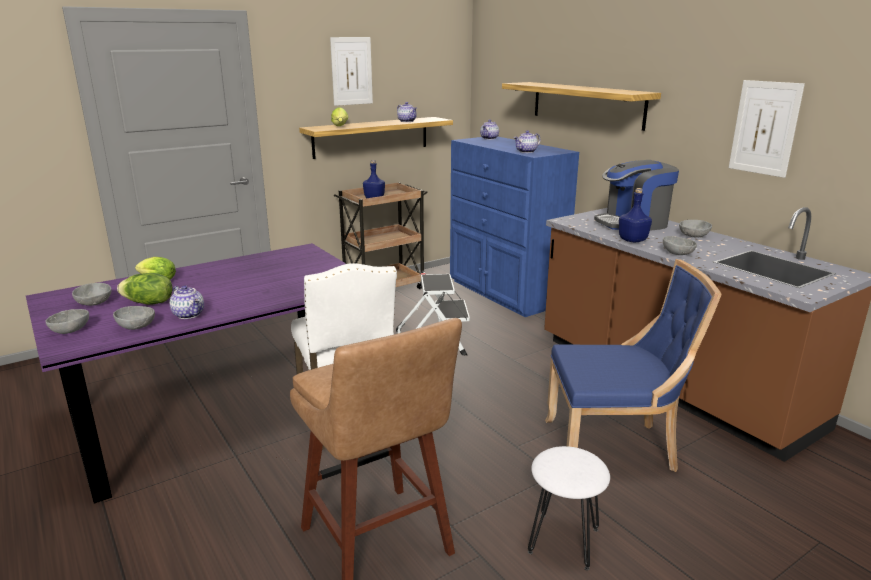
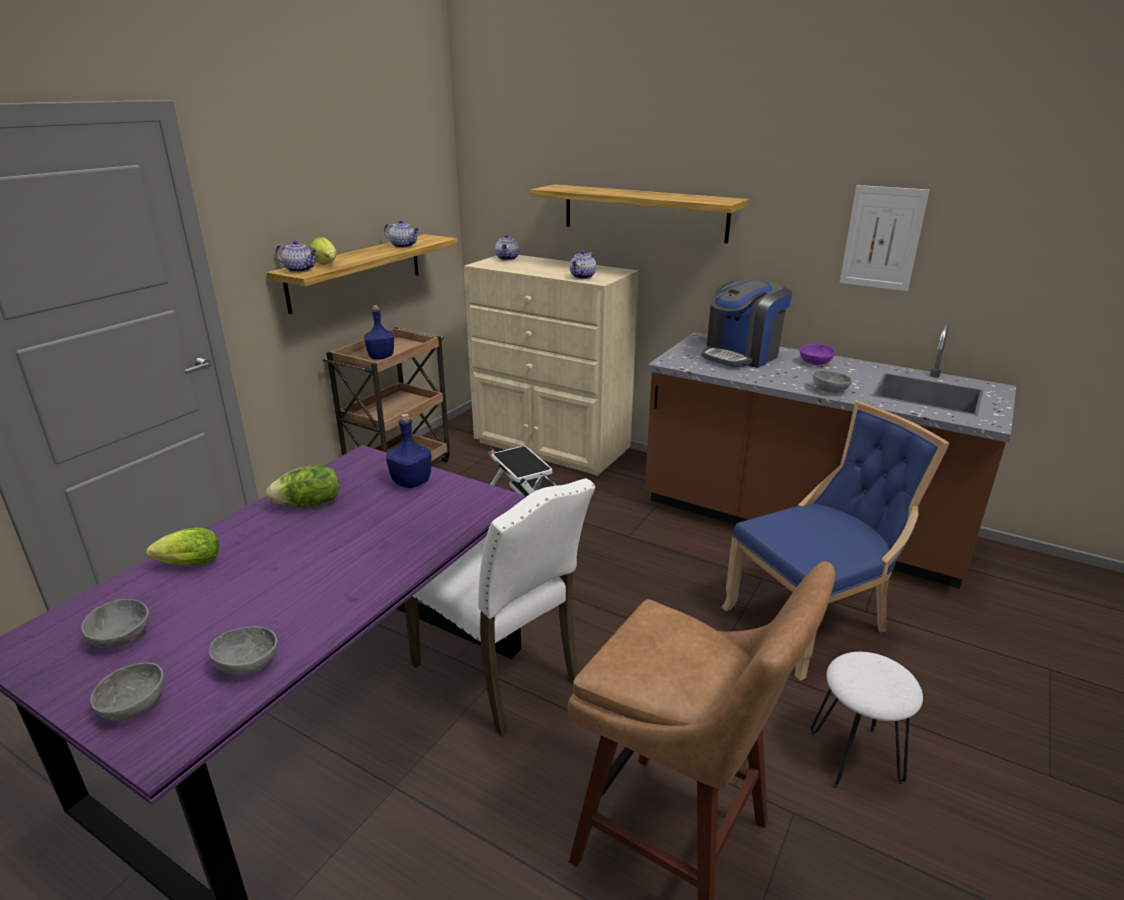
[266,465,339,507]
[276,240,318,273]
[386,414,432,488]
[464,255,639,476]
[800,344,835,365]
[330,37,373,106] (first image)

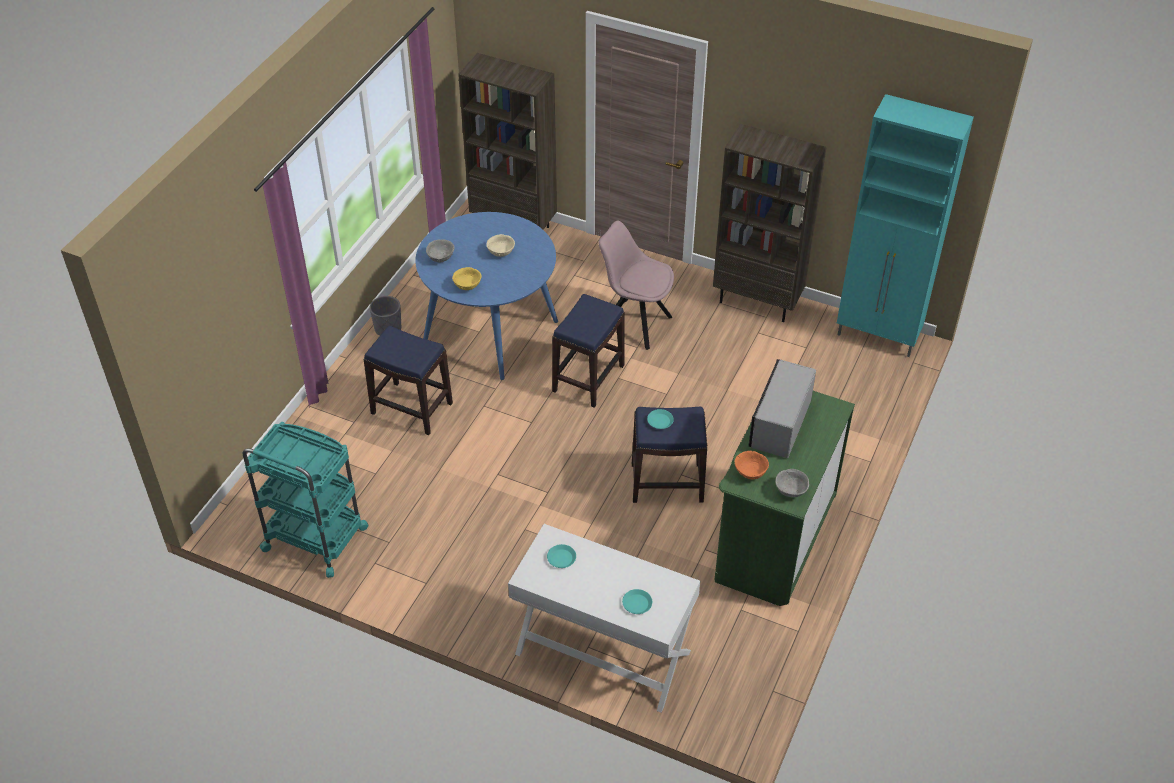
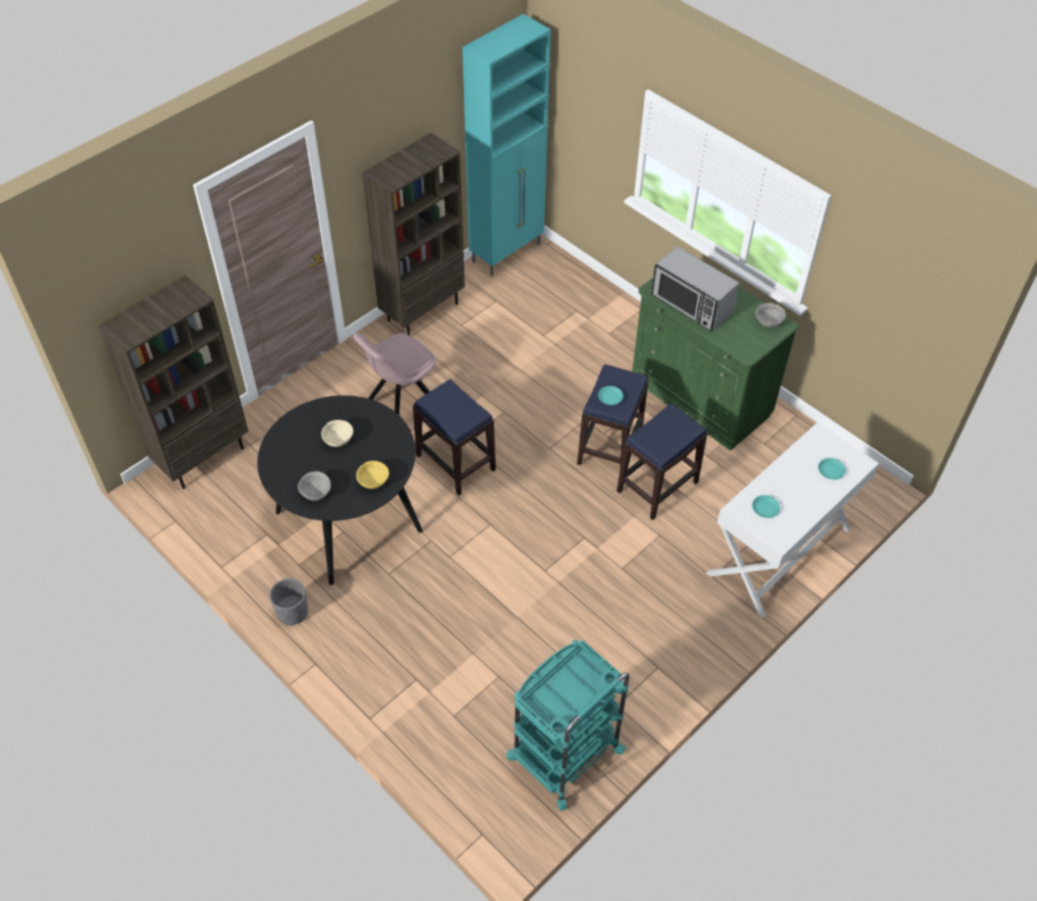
[257,395,423,585]
[617,404,707,520]
[734,451,769,480] (first image)

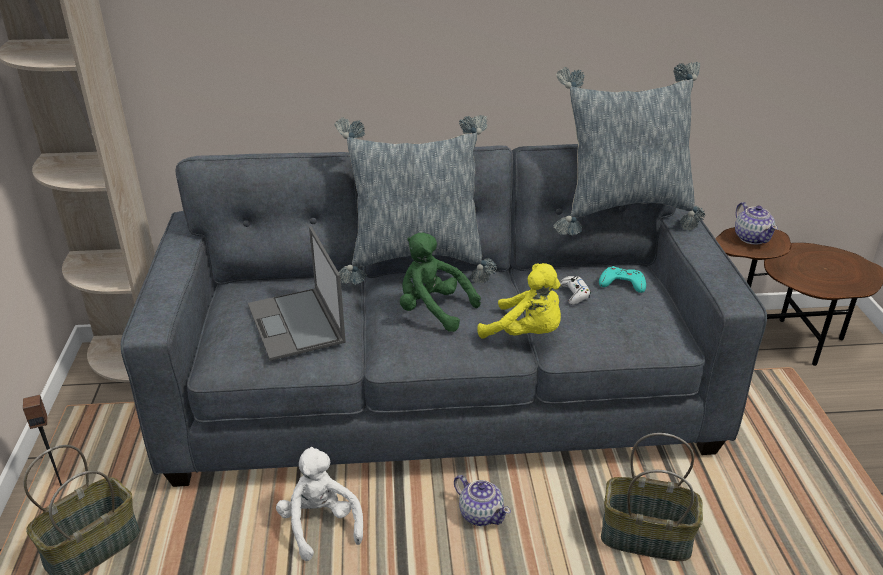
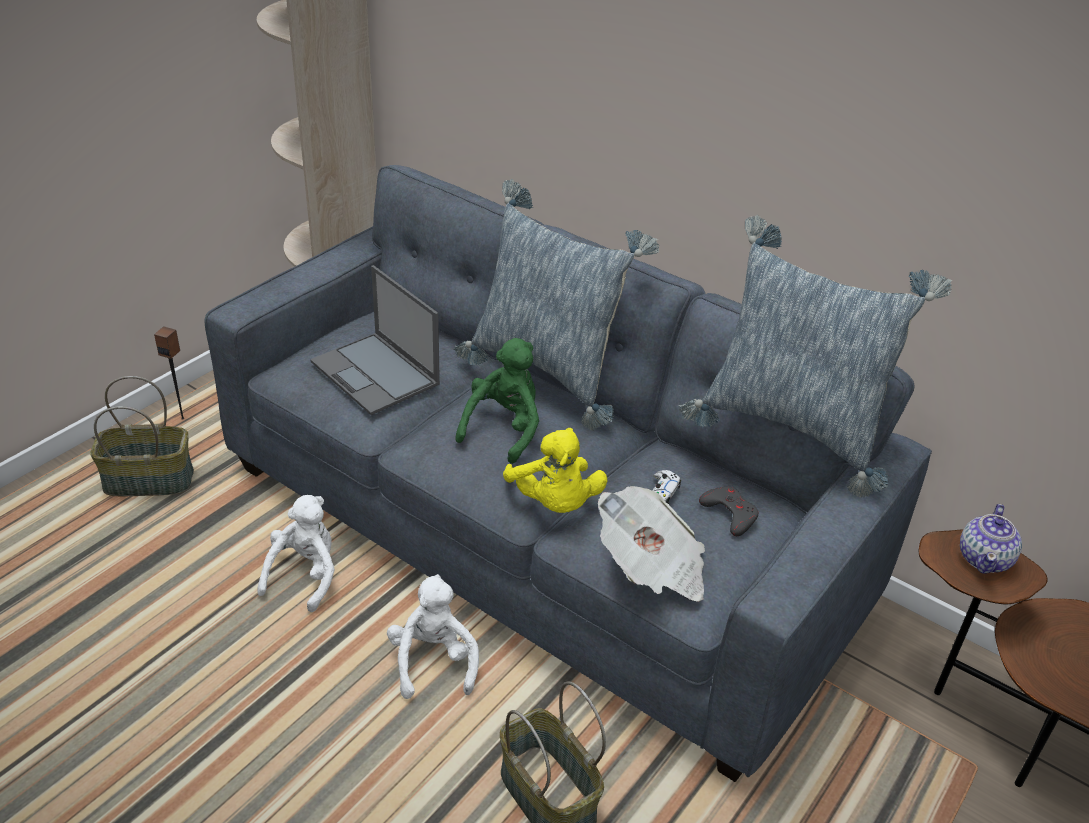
[310,265,440,415]
[387,574,479,699]
[455,338,539,464]
[598,486,705,602]
[699,487,759,536]

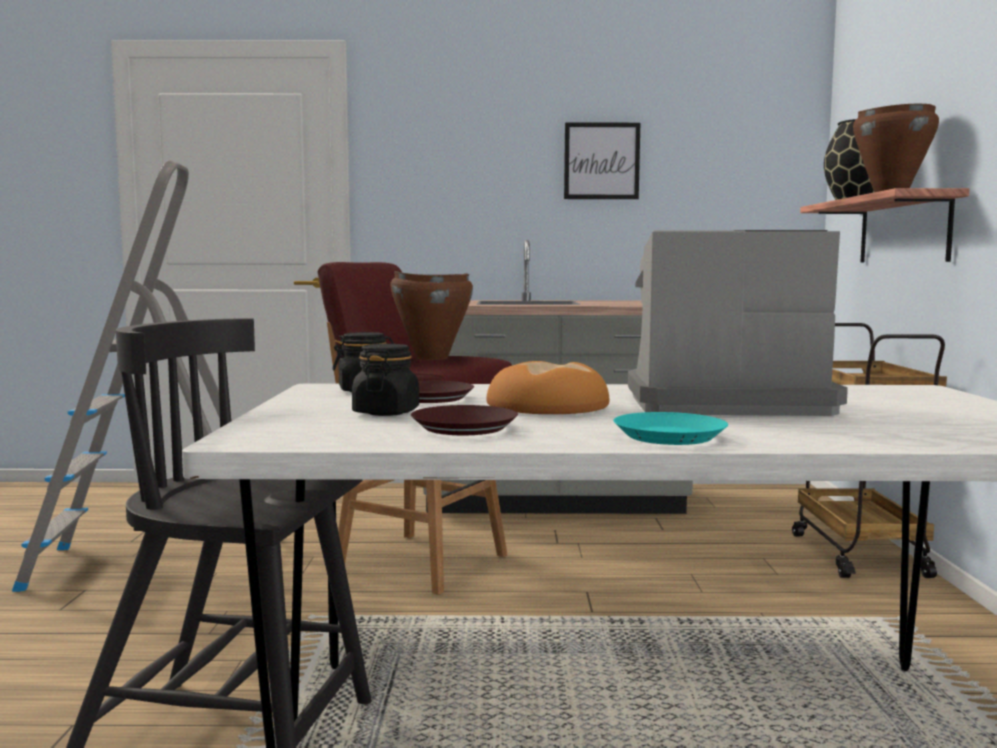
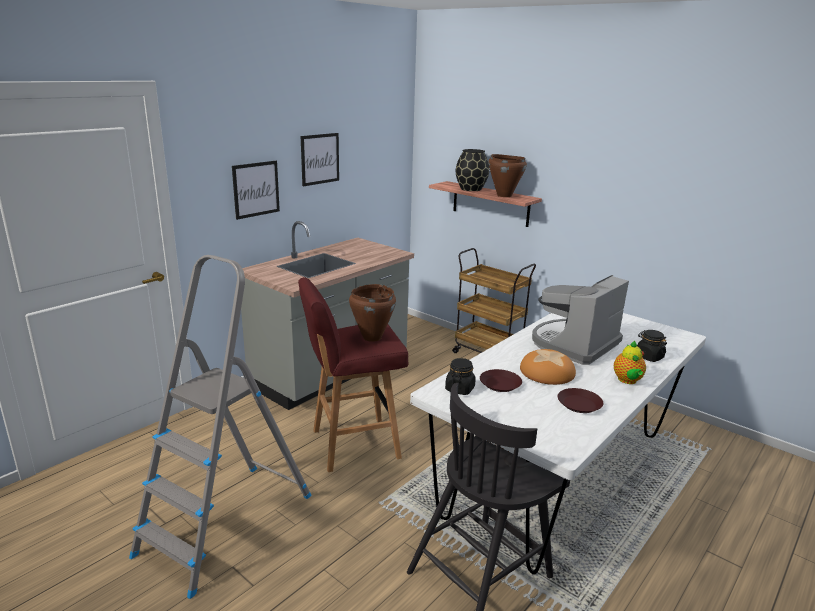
[232,161,280,220]
[614,341,646,384]
[637,330,667,362]

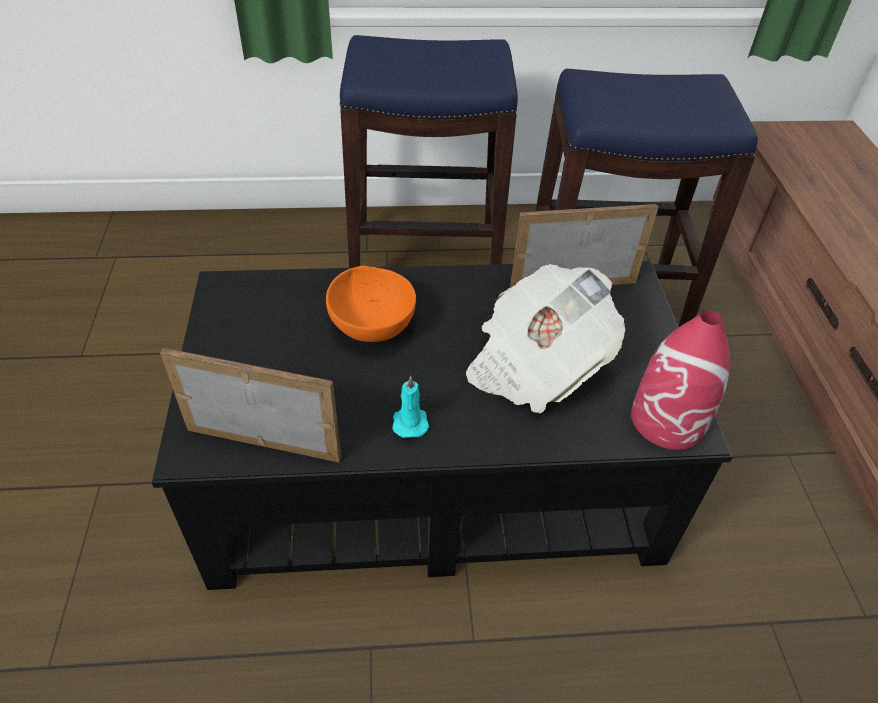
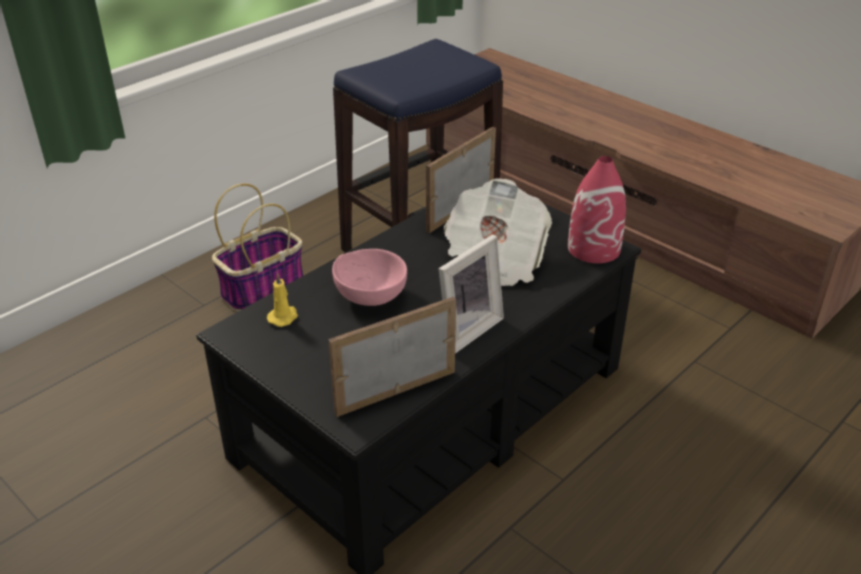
[212,183,303,312]
[267,273,298,327]
[332,249,407,306]
[439,234,504,353]

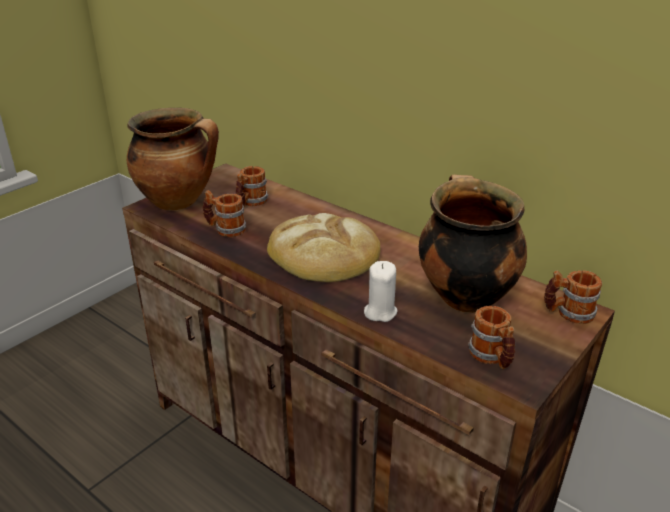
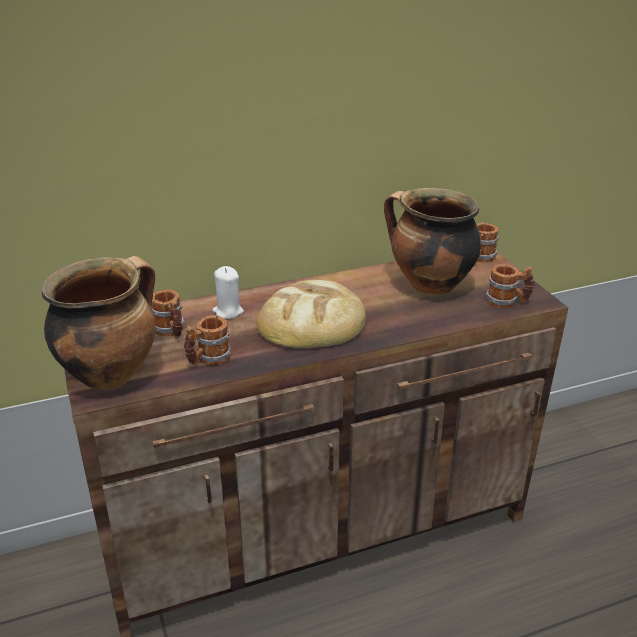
[212,266,244,319]

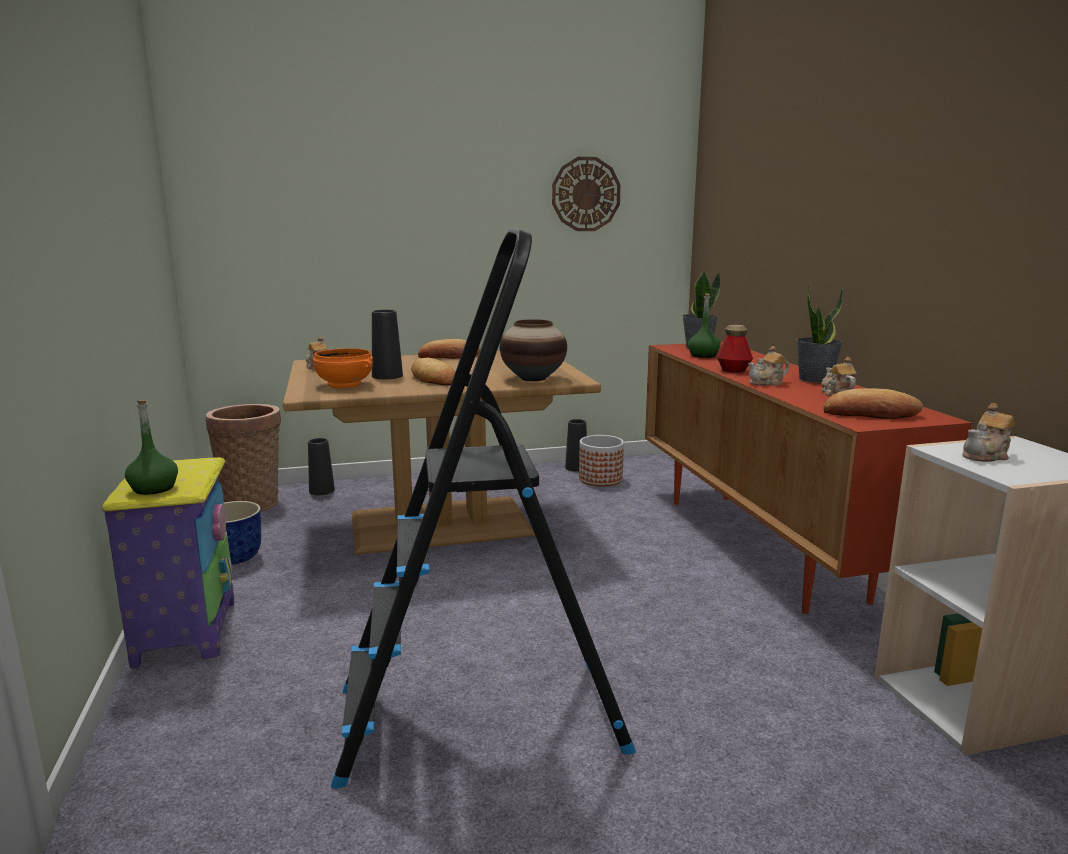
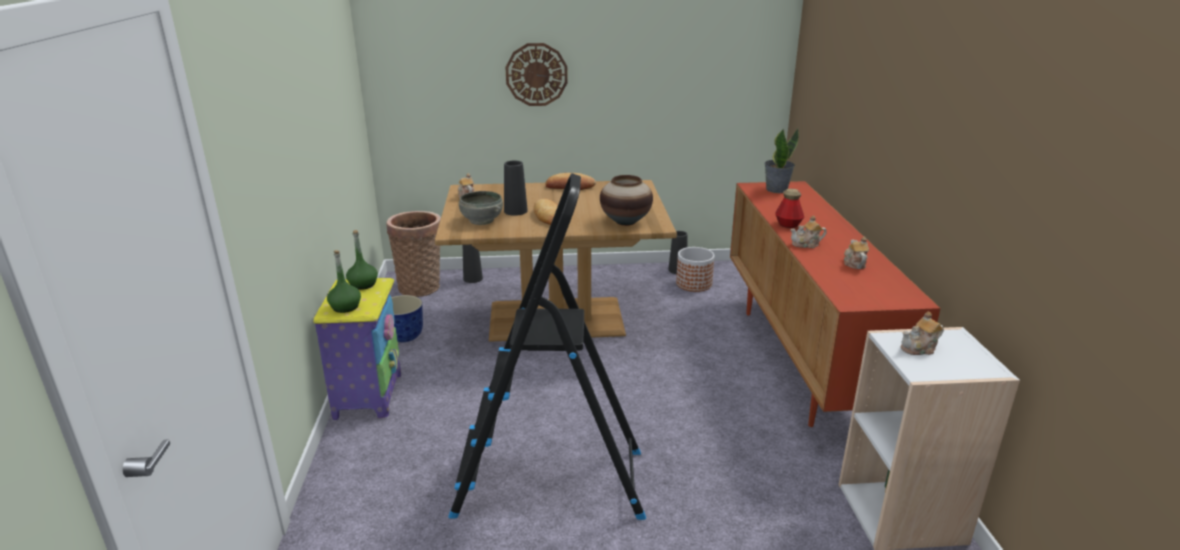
[346,230,378,290]
[459,191,503,225]
[505,43,568,106]
[797,283,844,383] (first image)
[824,388,923,419] (first image)

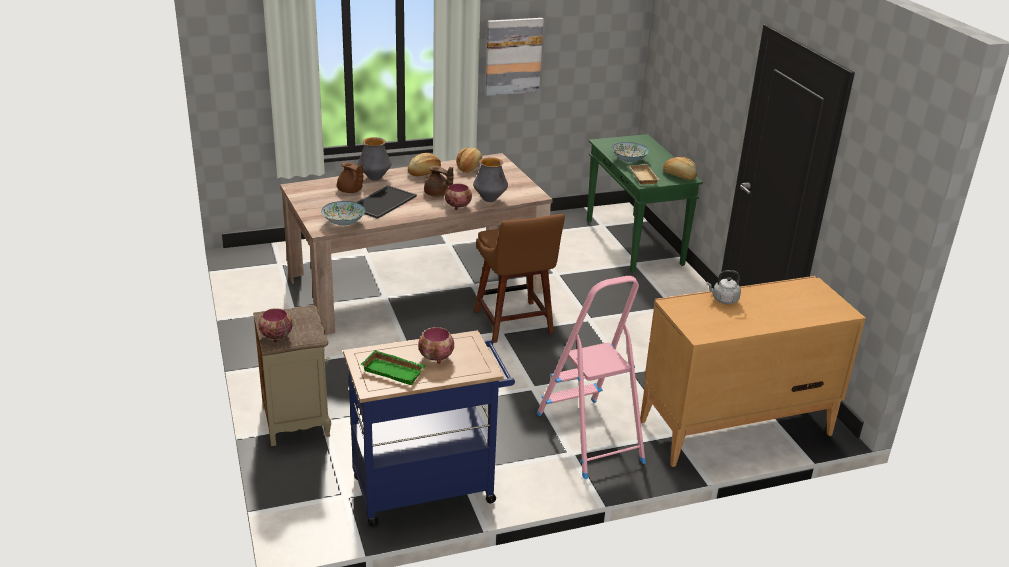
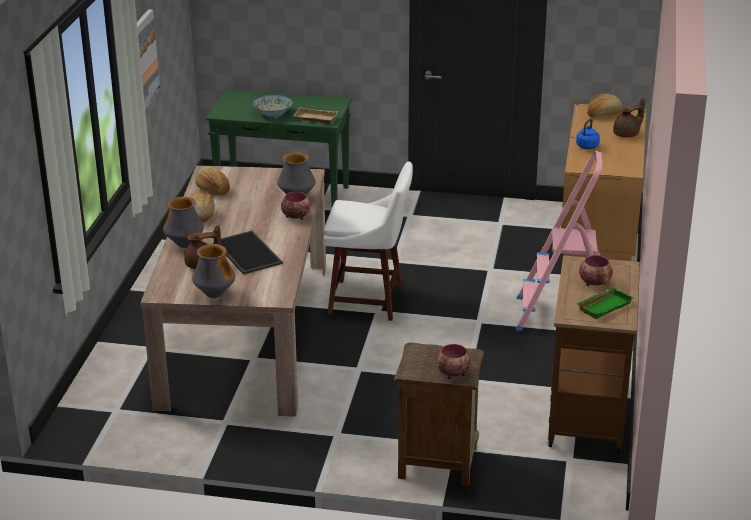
[192,244,235,298]
[323,161,413,321]
[547,255,640,455]
[576,119,600,149]
[587,93,623,118]
[613,98,645,138]
[321,201,366,226] (first image)

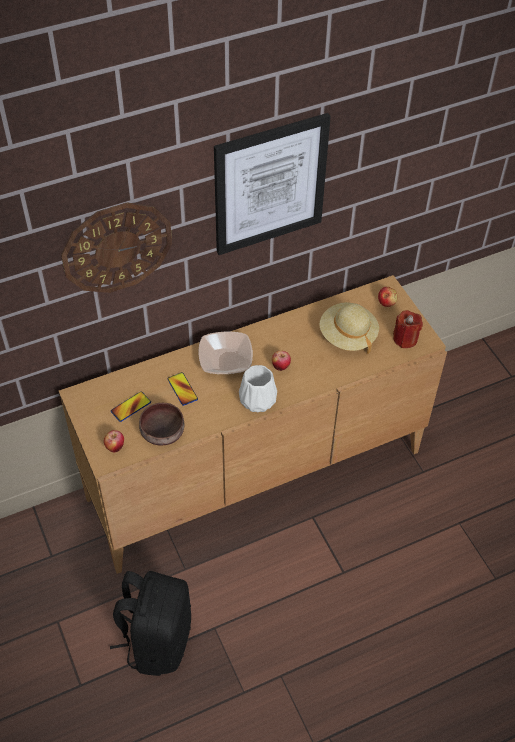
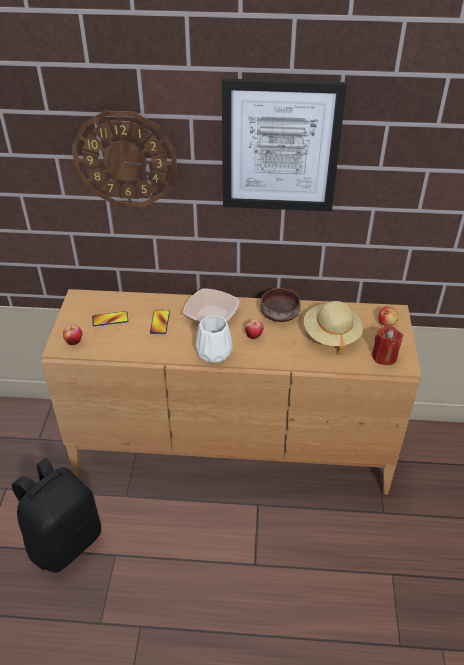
[260,288,300,322]

